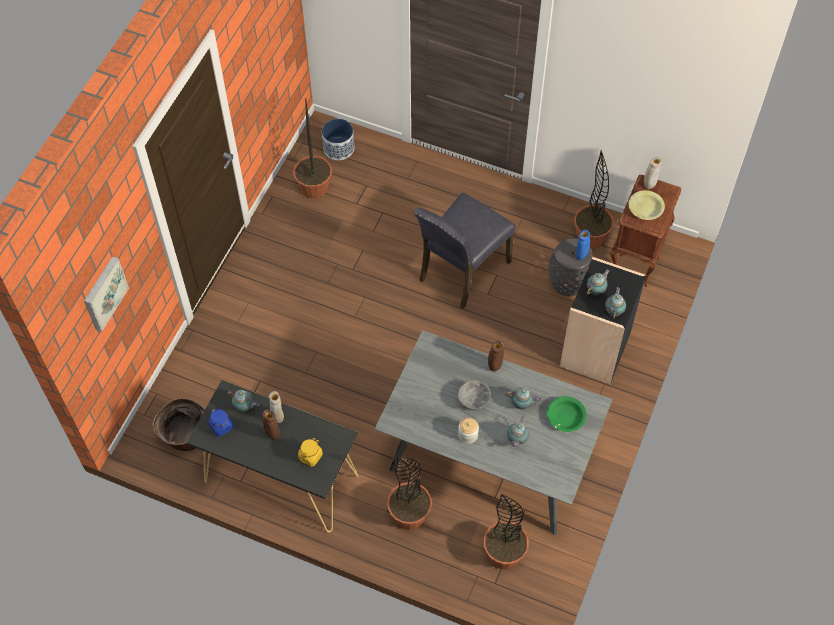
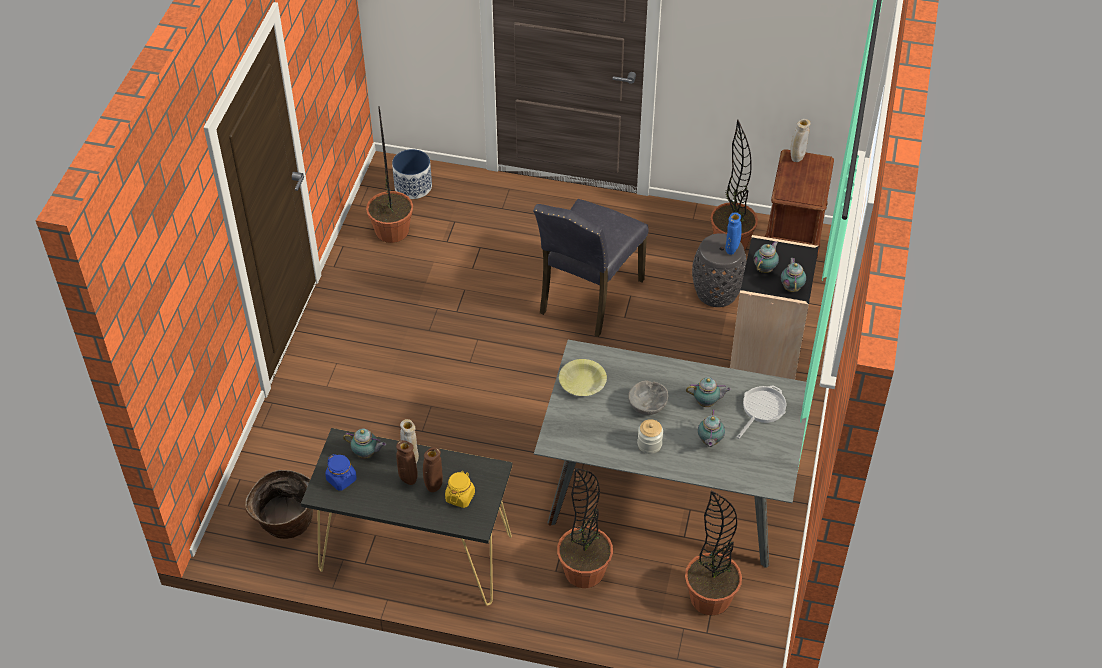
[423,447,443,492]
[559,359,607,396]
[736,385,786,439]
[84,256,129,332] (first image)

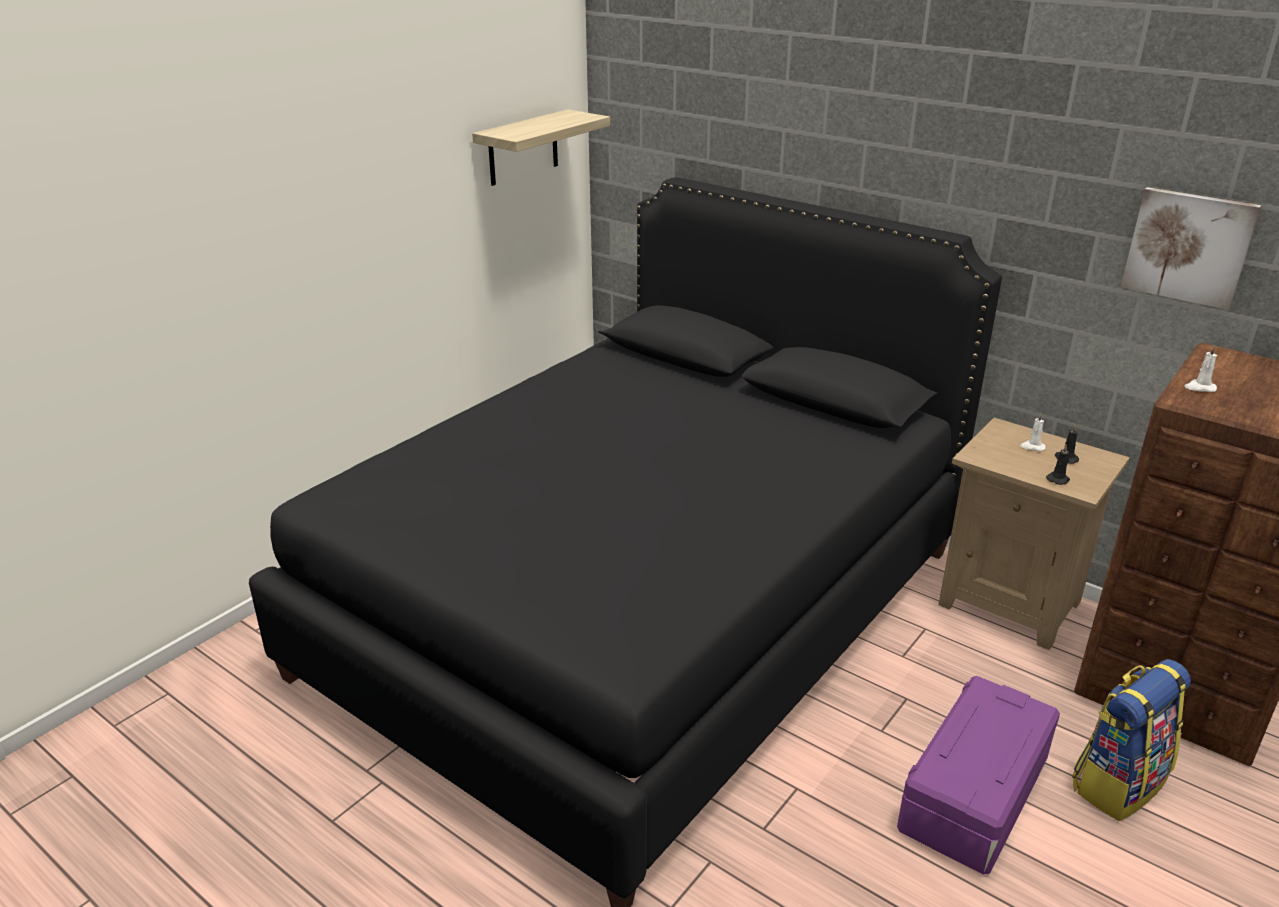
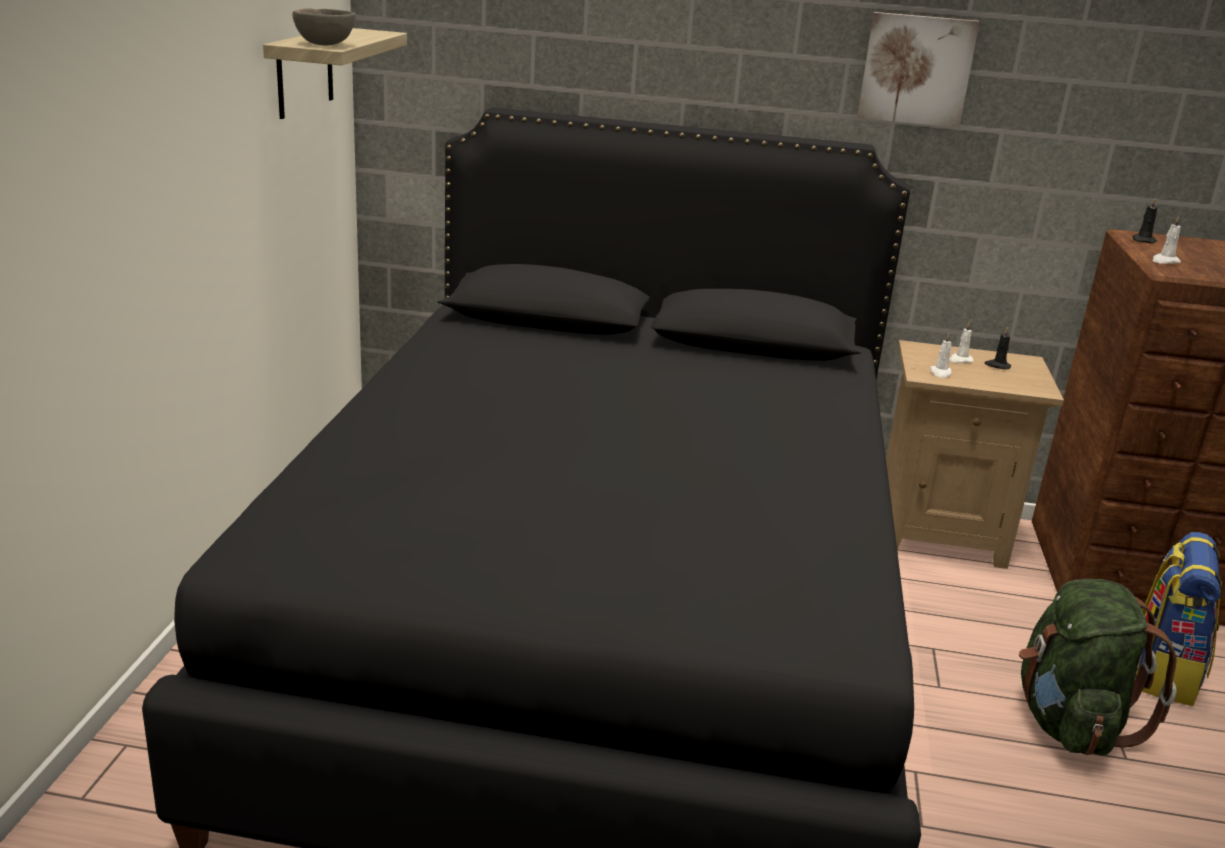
[292,8,356,45]
[857,12,980,128]
[930,333,952,378]
[1019,579,1176,755]
[1132,198,1157,244]

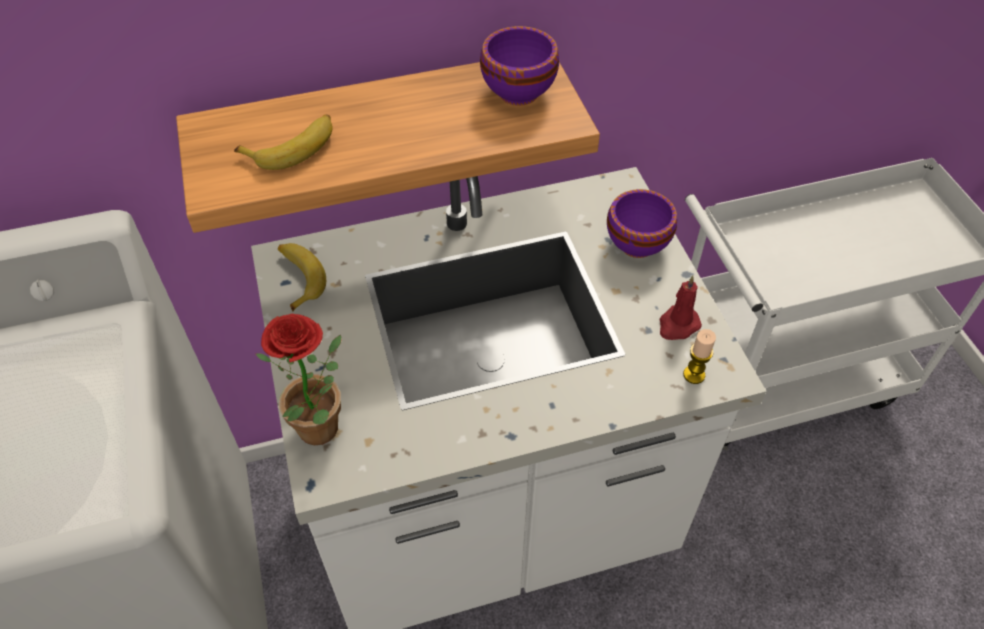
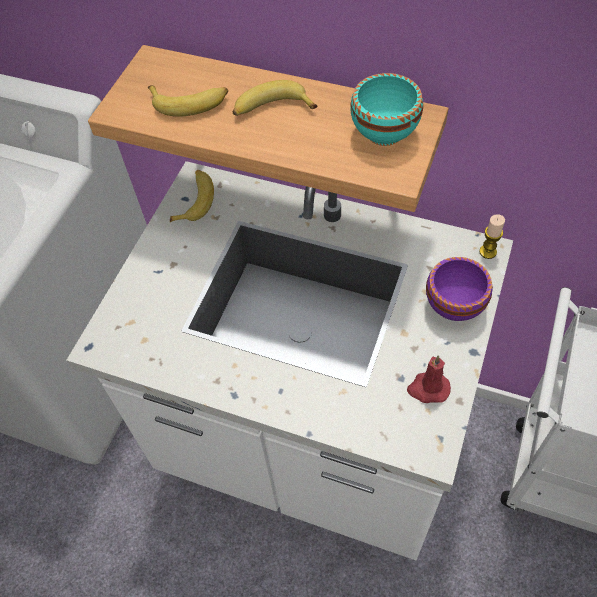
[233,80,318,116]
[350,73,423,146]
[479,214,505,259]
[256,314,342,445] (first image)

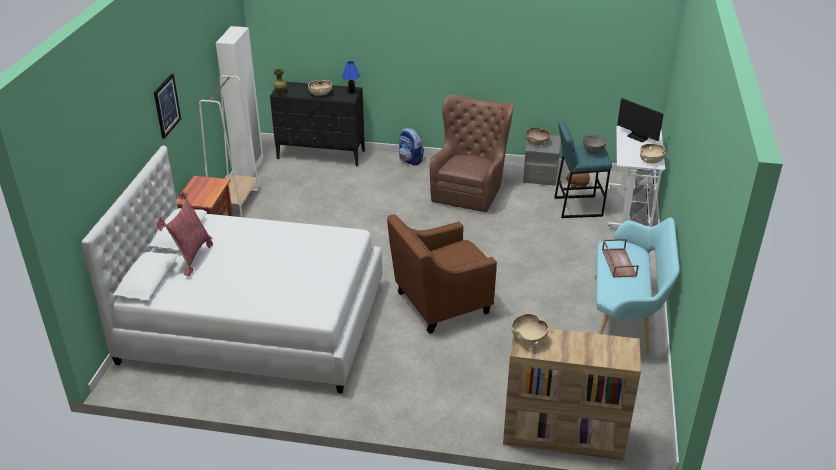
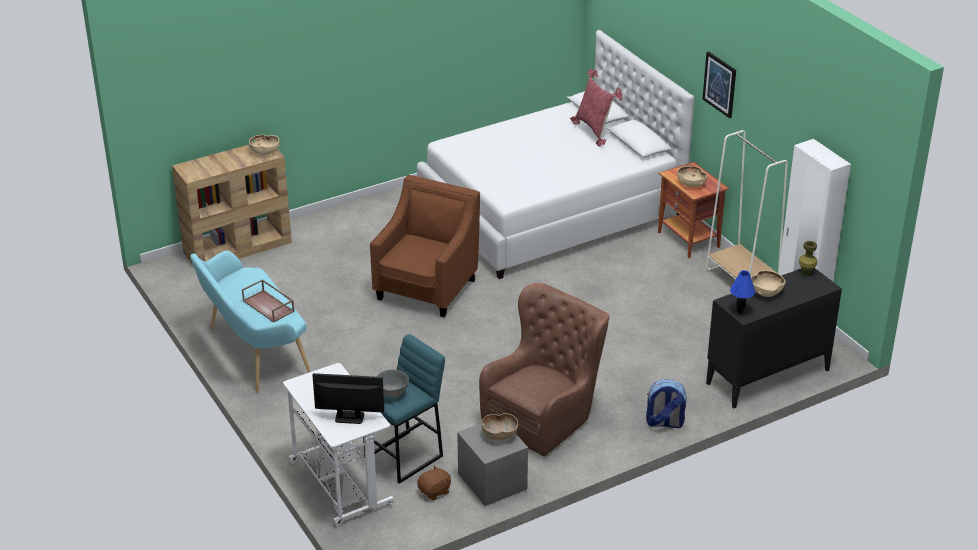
[479,283,609,456]
[677,166,708,187]

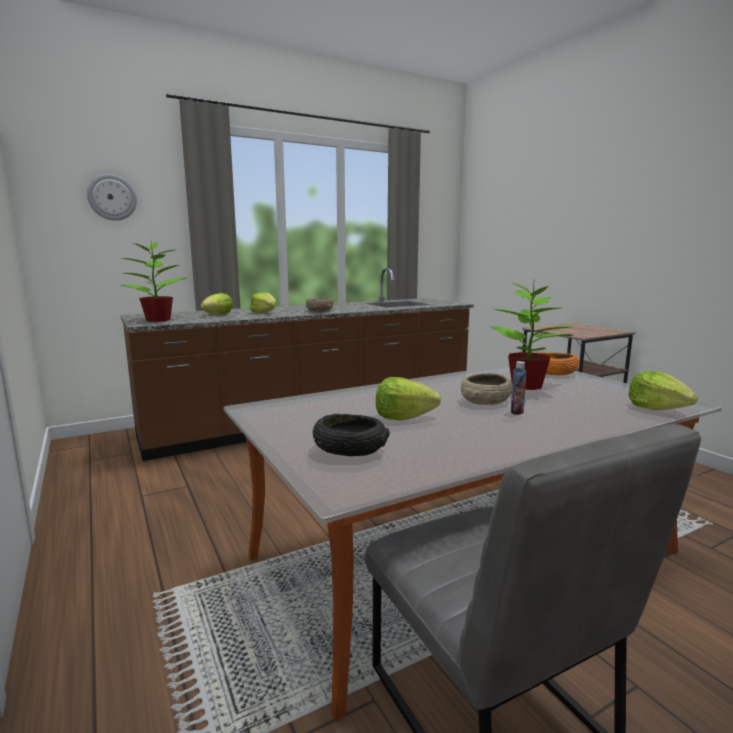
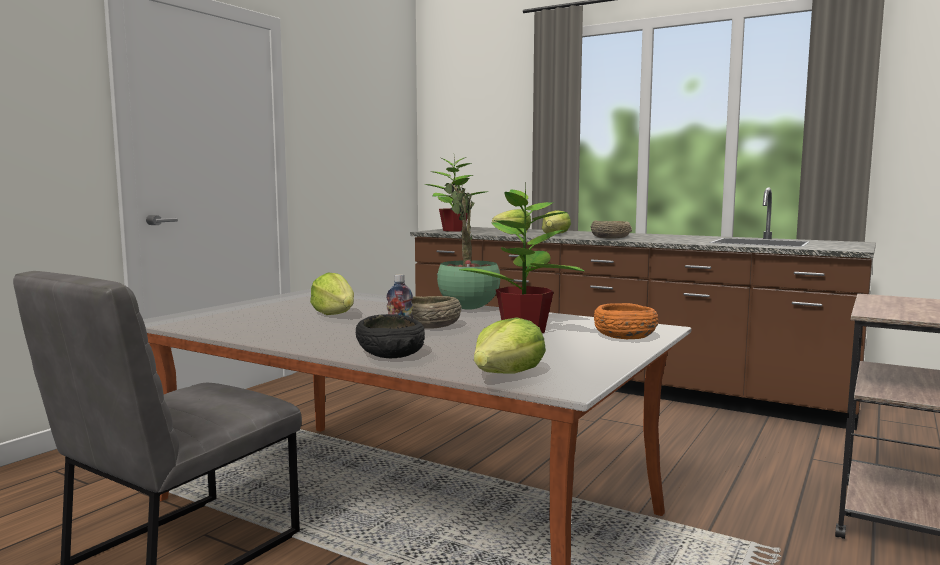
[356,314,425,358]
[437,182,500,310]
[87,174,137,221] (first image)

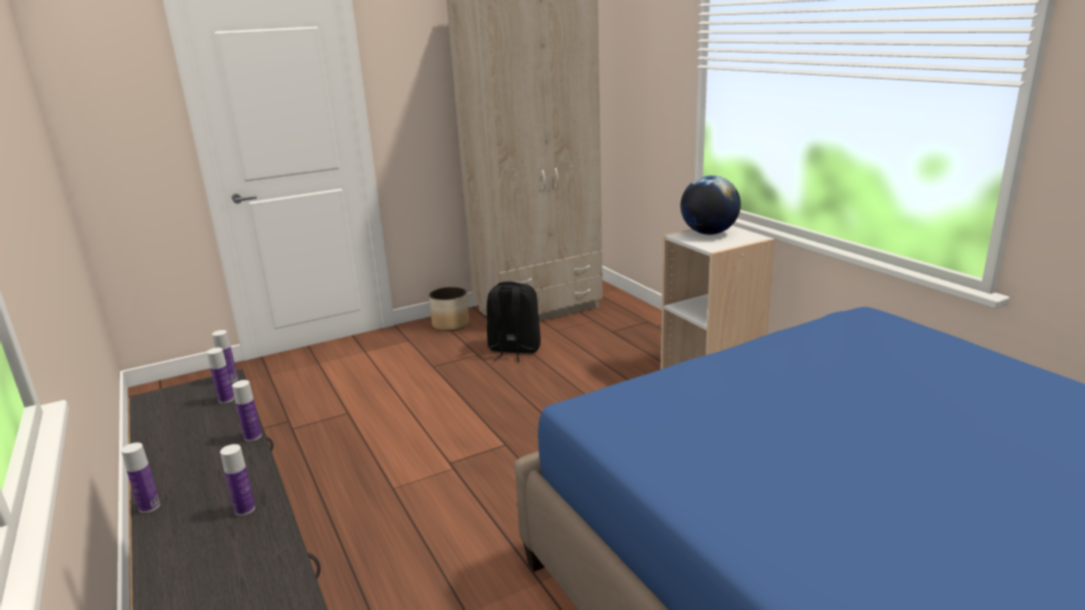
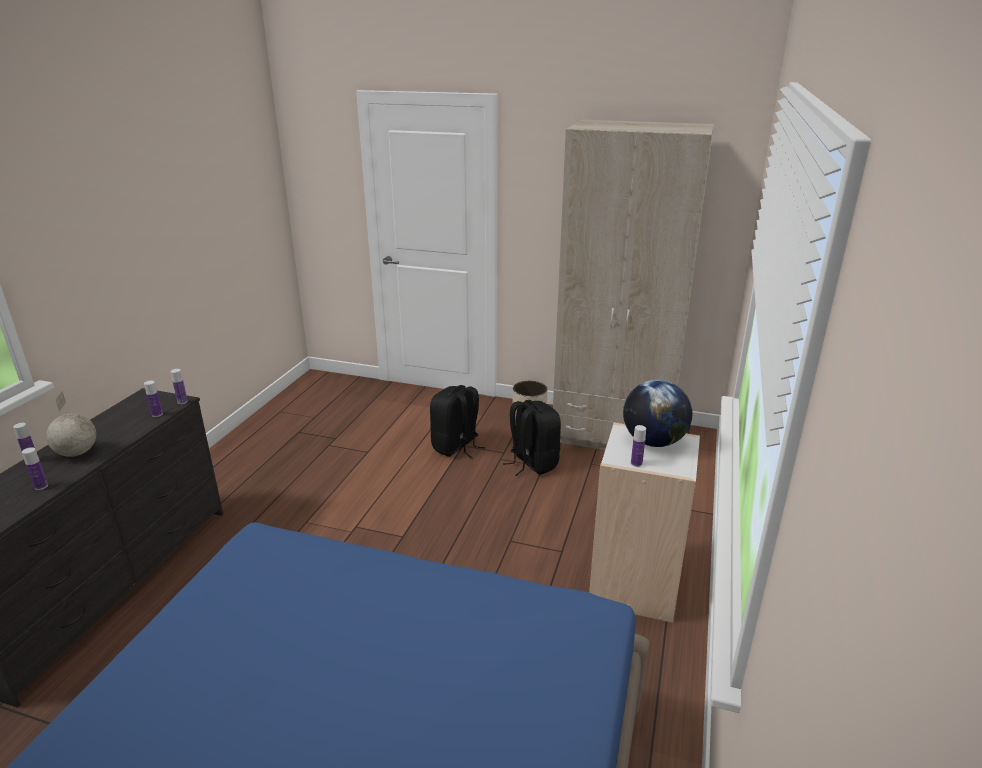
[46,391,96,457]
[430,385,485,459]
[631,425,646,467]

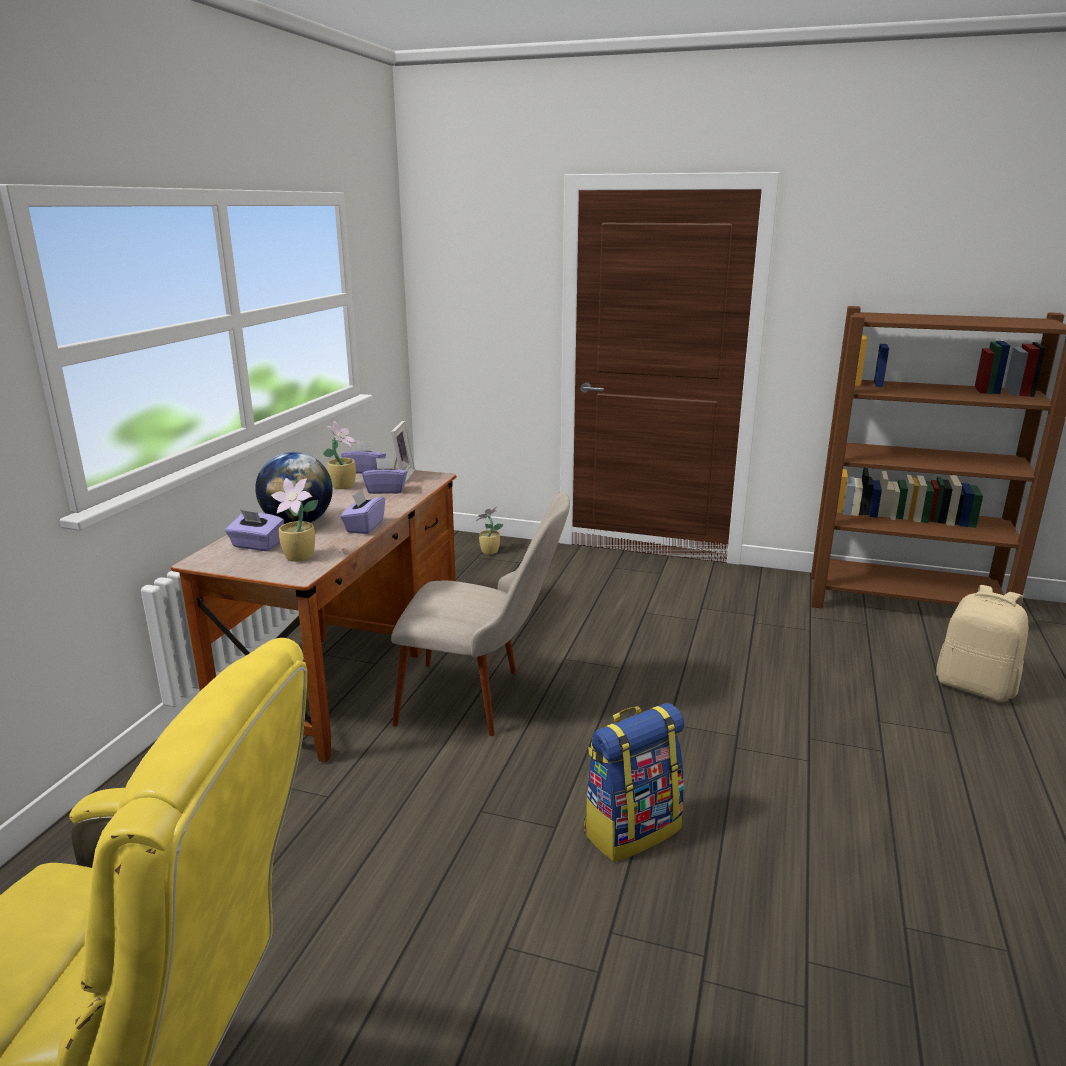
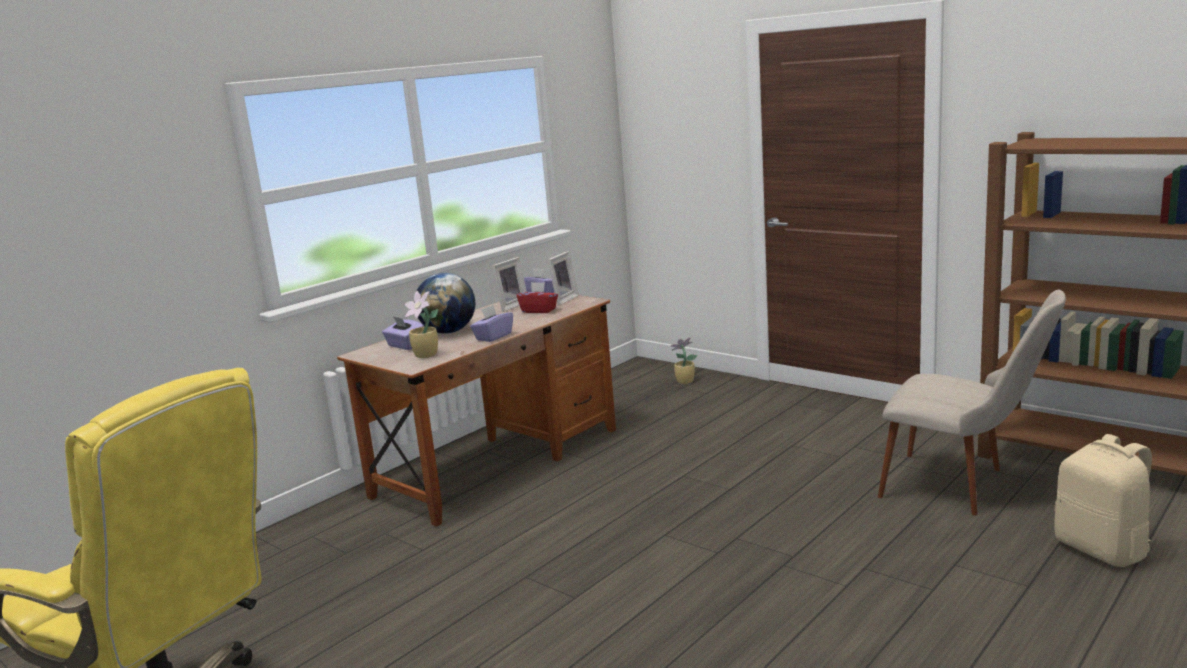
[492,257,527,312]
[517,282,558,313]
[878,290,1066,516]
[584,703,684,862] (first image)

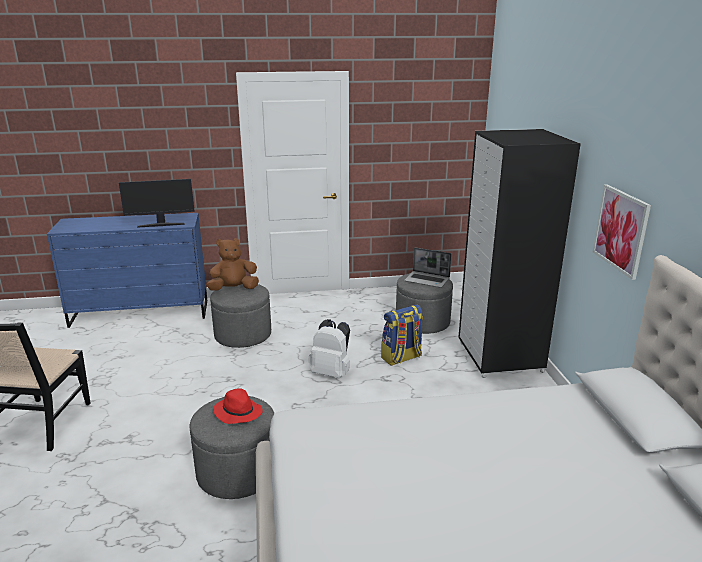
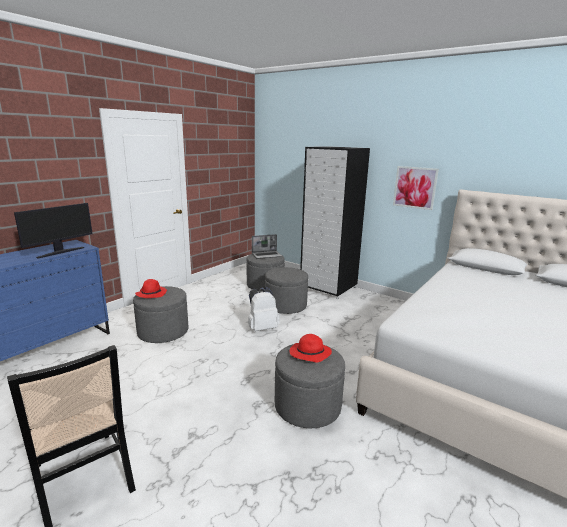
[135,279,167,298]
[265,267,308,314]

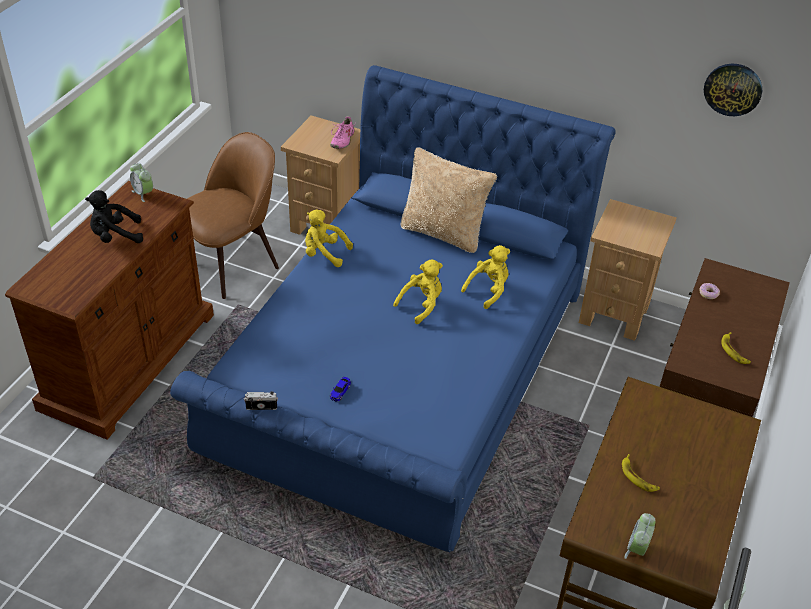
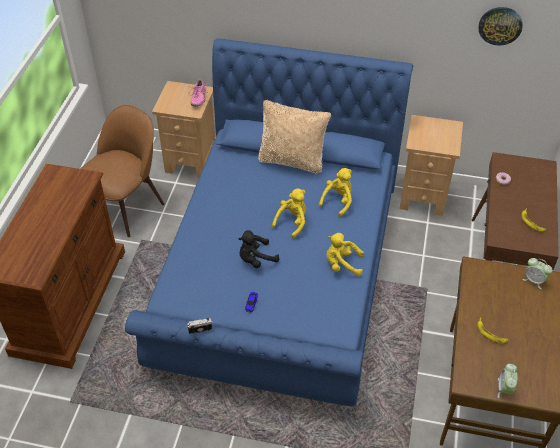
[239,230,279,268]
[327,233,364,277]
[522,258,553,289]

